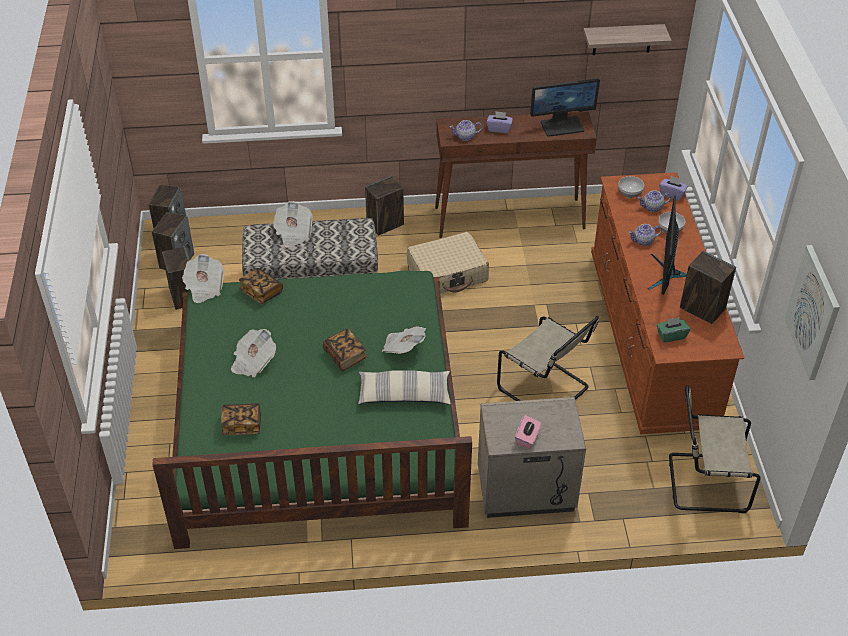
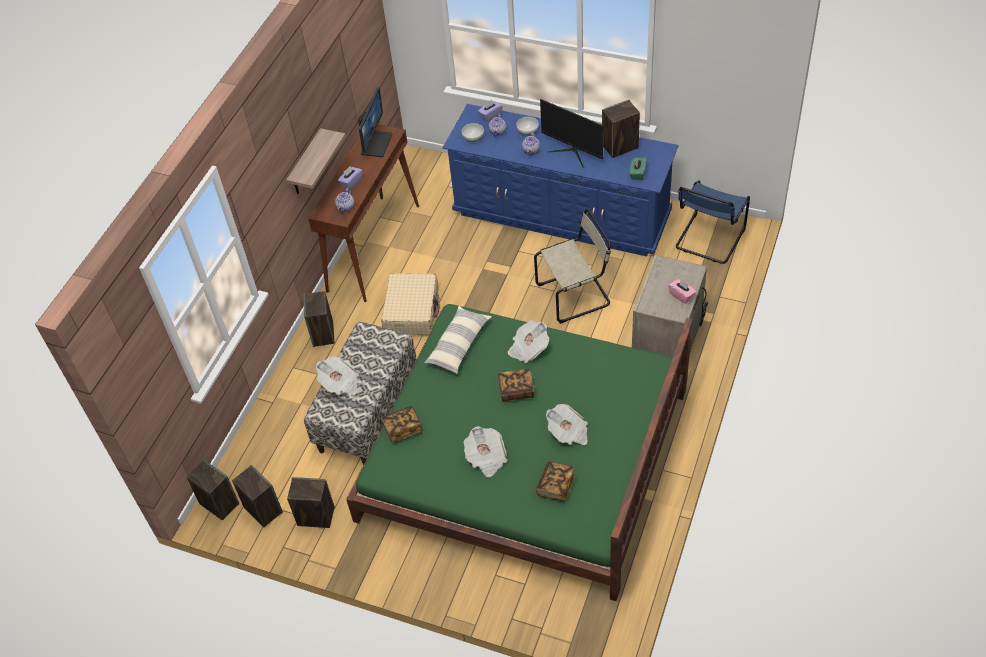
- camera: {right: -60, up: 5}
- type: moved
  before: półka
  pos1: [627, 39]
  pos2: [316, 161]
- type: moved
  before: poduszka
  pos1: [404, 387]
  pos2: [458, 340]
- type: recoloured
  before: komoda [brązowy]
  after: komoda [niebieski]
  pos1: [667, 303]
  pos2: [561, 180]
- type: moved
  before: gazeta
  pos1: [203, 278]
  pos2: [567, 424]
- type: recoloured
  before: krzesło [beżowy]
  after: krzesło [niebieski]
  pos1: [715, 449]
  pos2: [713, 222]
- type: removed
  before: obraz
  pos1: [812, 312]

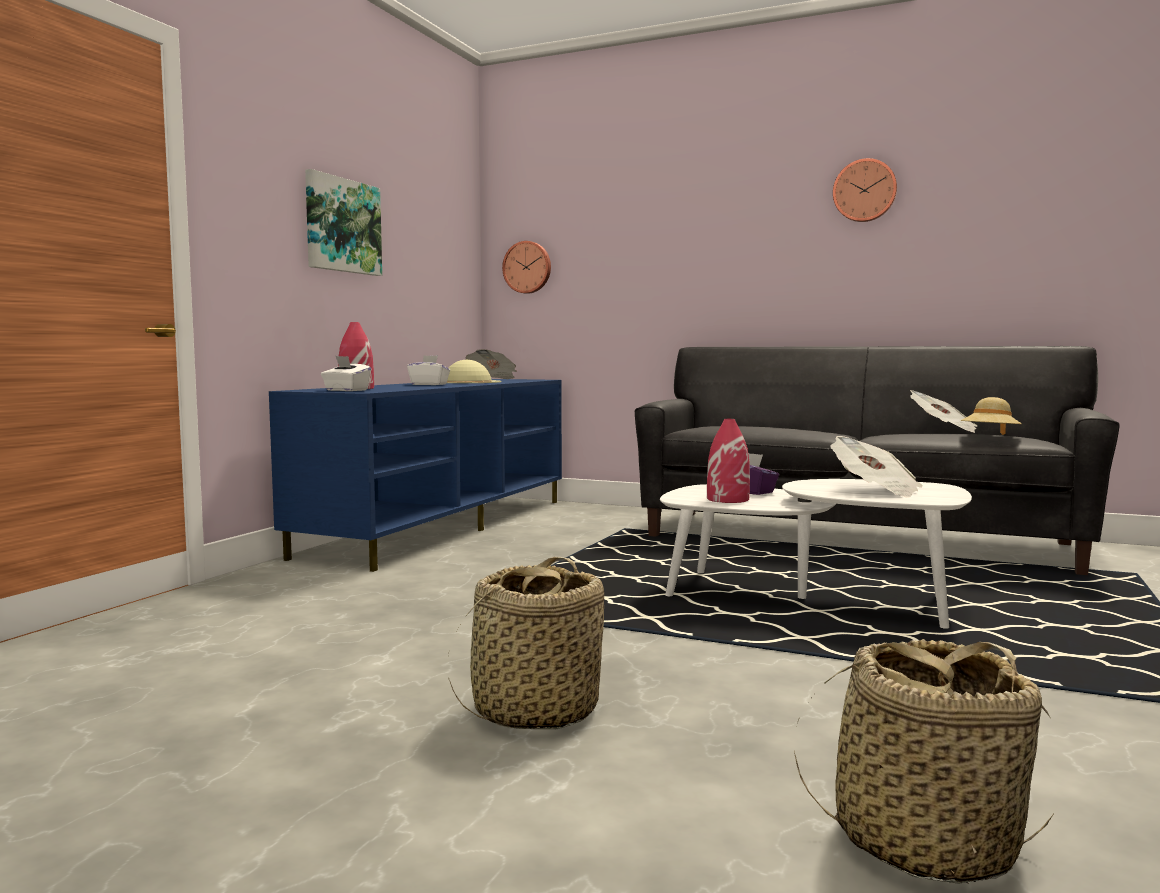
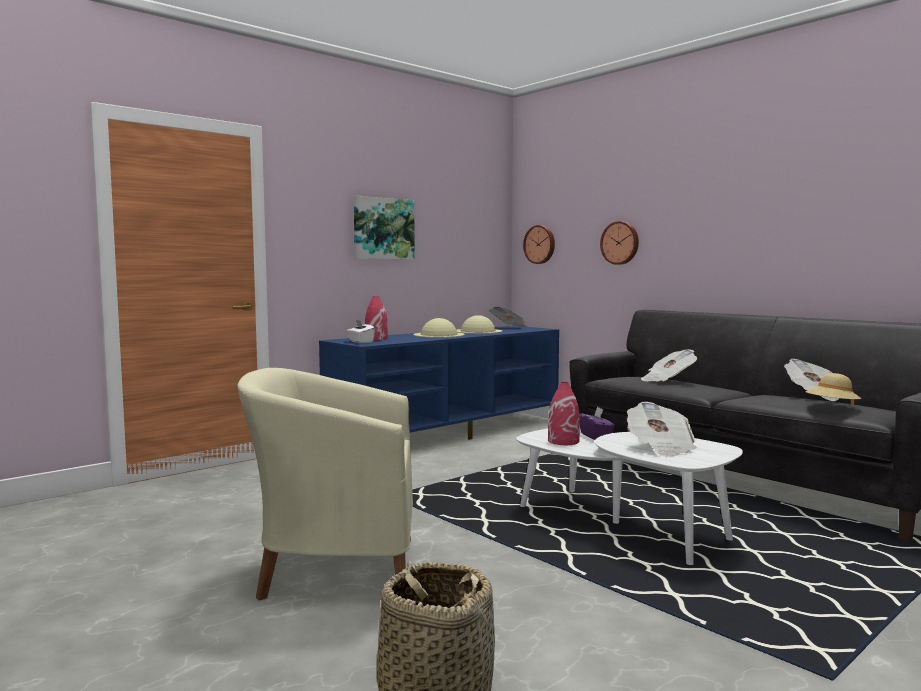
- camera: {right: 25, up: 0}
- type: replaced
  before: koszyk
  after: fotel [beżowy]
  pos1: [526, 643]
  pos2: [325, 484]
- type: replaced
  before: pudełko chusteczek [biały]
  after: kapelusz [beżowy]
  pos1: [428, 370]
  pos2: [439, 328]
- type: moved
  before: zegar ścienny
  pos1: [865, 190]
  pos2: [619, 243]
- type: added
  after: gazeta
  pos2: [669, 365]

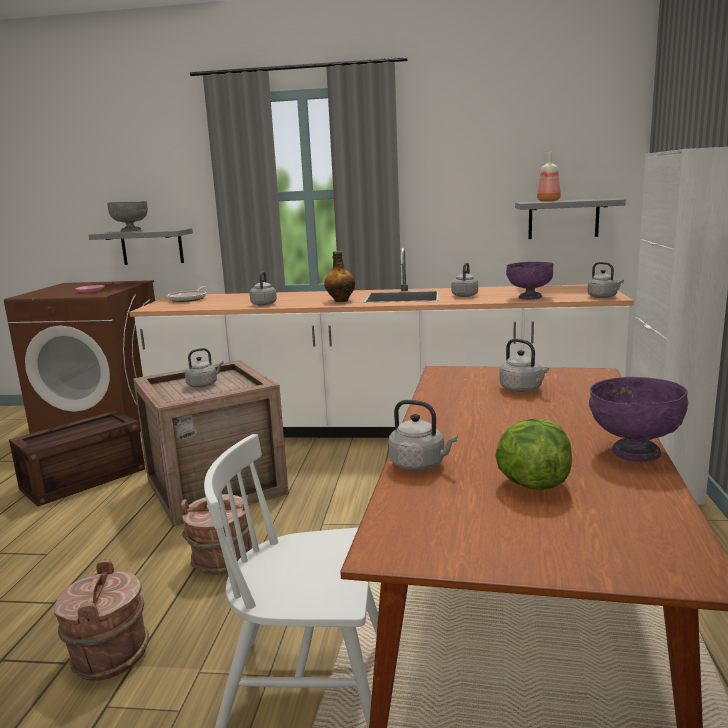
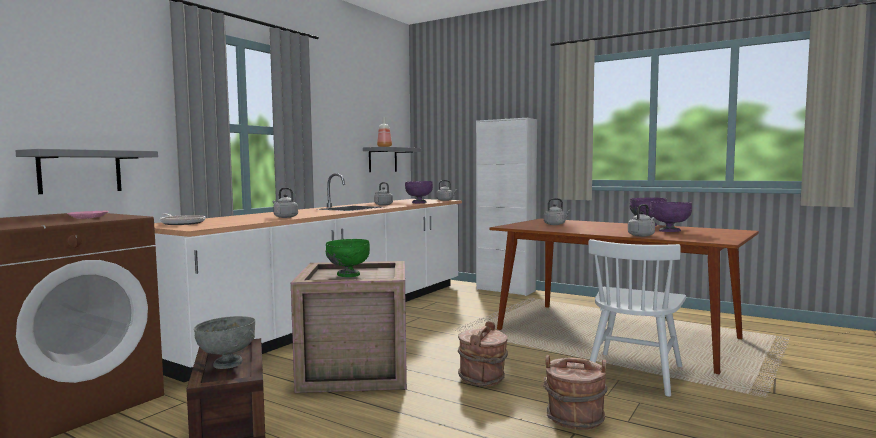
- camera: {right: -65, up: -10}
- type: moved
  before: miska [szary]
  pos1: [127, 216]
  pos2: [224, 342]
- type: replaced
  before: czajnik [szary]
  after: miska [zielony]
  pos1: [204, 368]
  pos2: [347, 258]
- type: replaced
  before: sałata
  after: miska [fioletowy]
  pos1: [533, 454]
  pos2: [671, 216]
- type: removed
  before: butelka
  pos1: [339, 276]

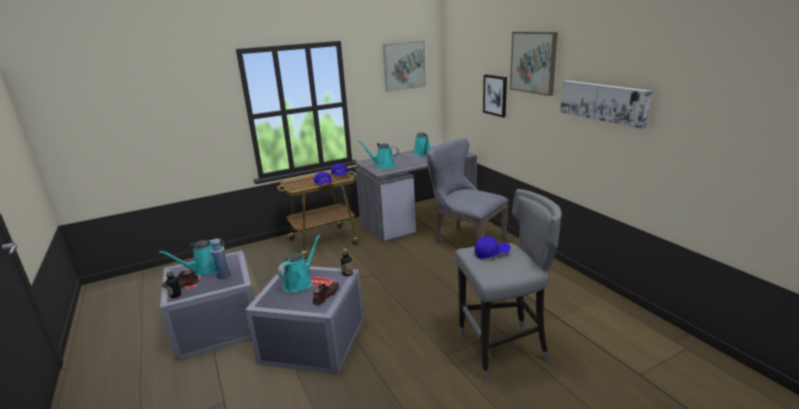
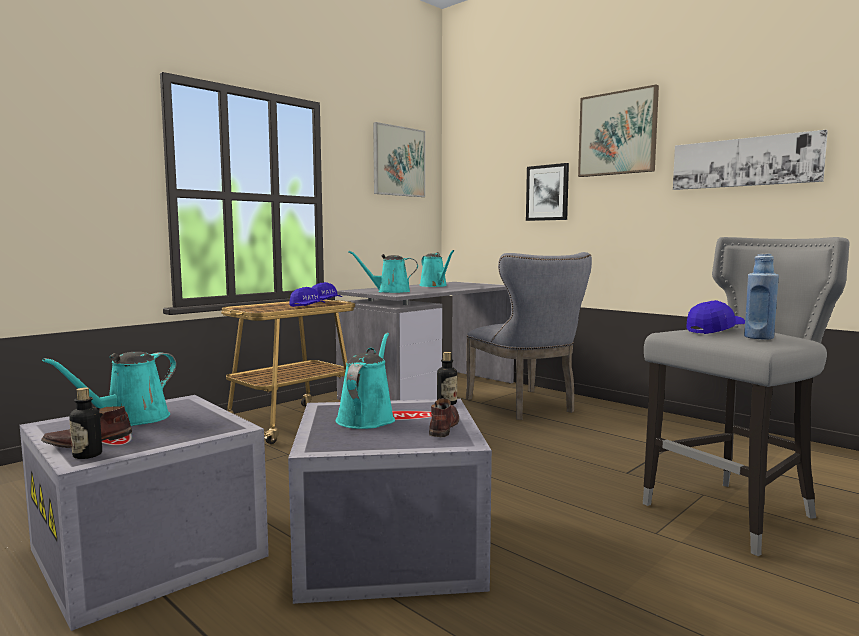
- camera: {right: -20, up: -15}
- type: turned
  before: krzesło [szary]
  pos1: [468, 191]
  pos2: [529, 336]
  turn: -135
- type: moved
  before: butelka [niebieski]
  pos1: [220, 259]
  pos2: [761, 297]

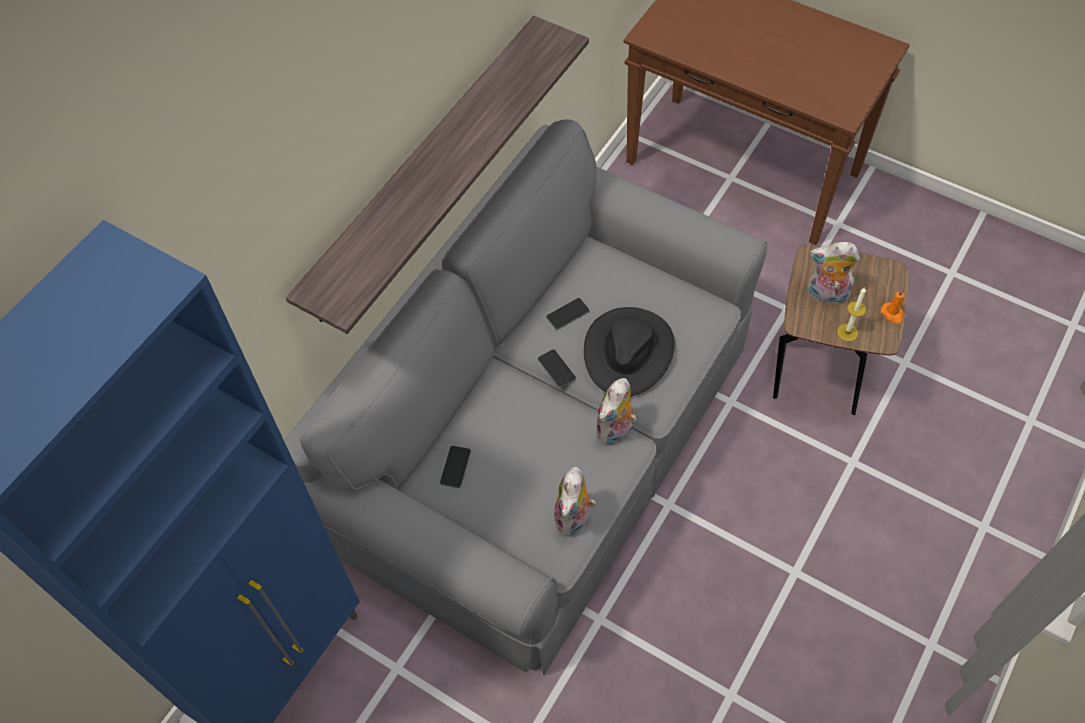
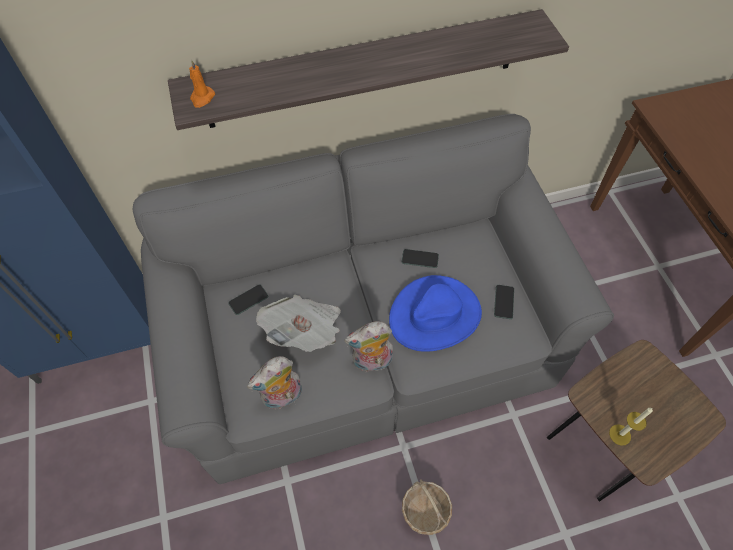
- camera: {right: 40, up: 0}
- type: moved
  before: świeca [pomarańczowy]
  pos1: [893, 306]
  pos2: [202, 84]
- type: added
  after: gazeta
  pos2: [298, 323]
- type: recoloured
  before: kapelusz [czarny]
  after: kapelusz [niebieski]
  pos1: [629, 351]
  pos2: [435, 313]
- type: added
  after: koszyk
  pos2: [427, 507]
- type: moved
  before: telefon
  pos1: [557, 368]
  pos2: [504, 302]
- type: removed
  before: pluszak
  pos1: [833, 273]

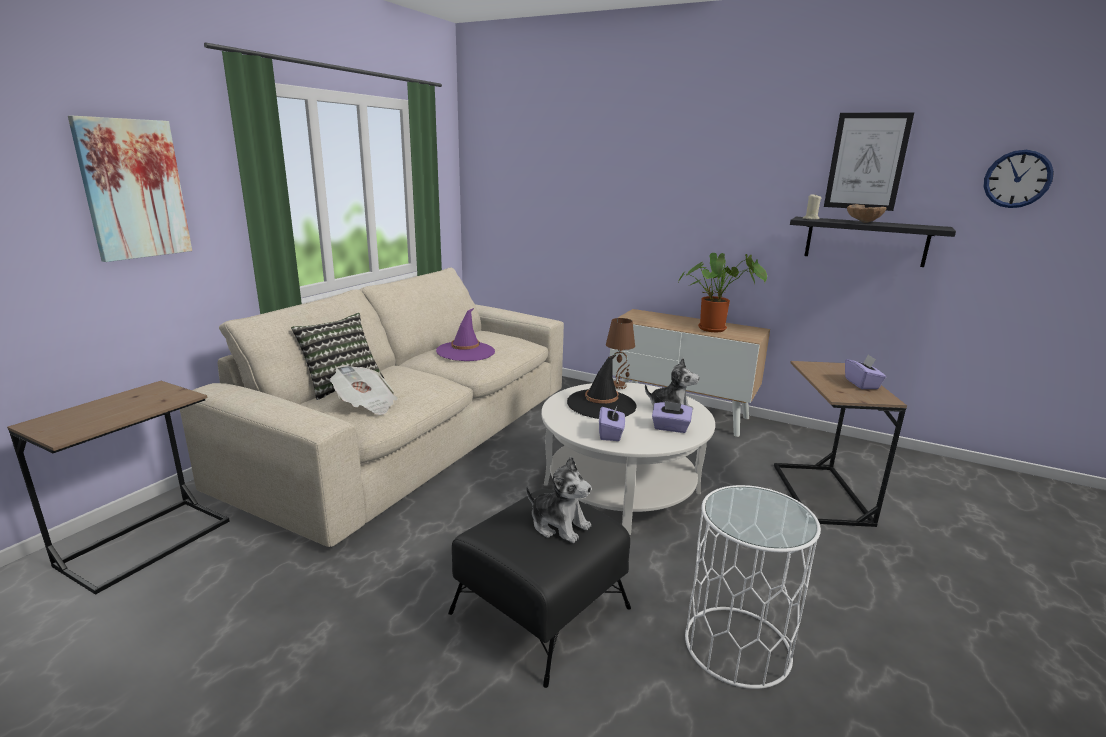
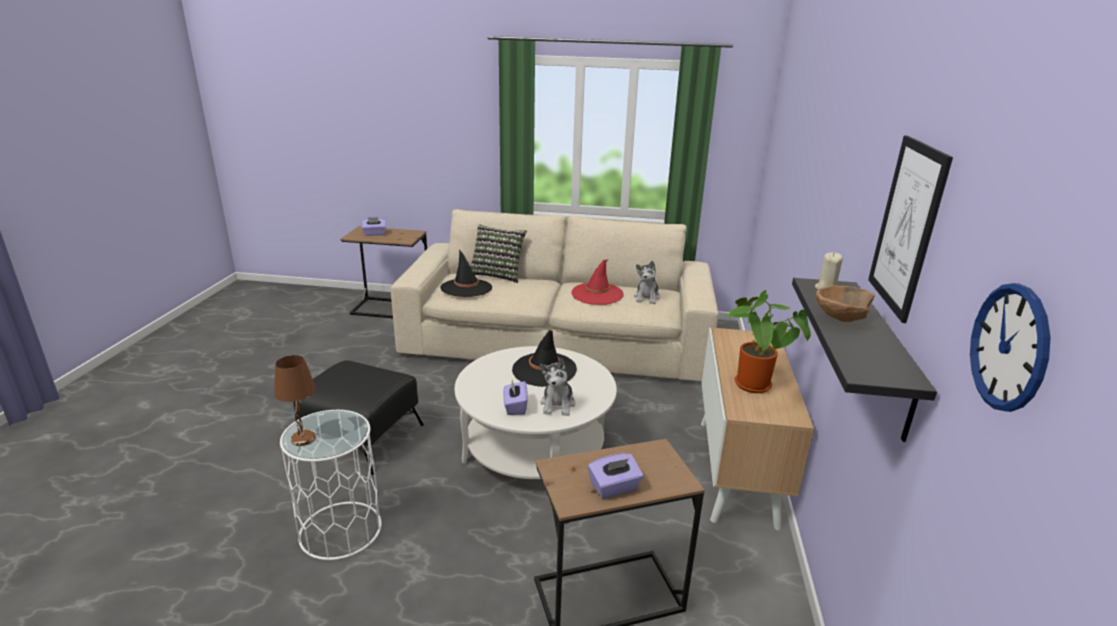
- camera: {right: 70, up: 5}
- type: moved
  before: lampa stołowa [brązowy]
  pos1: [620, 353]
  pos2: [295, 400]
- type: moved
  before: pudełko chusteczek [fioletowy]
  pos1: [612, 422]
  pos2: [374, 226]
- type: replaced
  before: gazeta
  after: kapelusz [czarny]
  pos1: [364, 390]
  pos2: [466, 273]
- type: recoloured
  before: kapelusz [fioletowy]
  after: kapelusz [czerwony]
  pos1: [465, 334]
  pos2: [597, 282]
- type: moved
  before: pluszak
  pos1: [559, 500]
  pos2: [647, 282]
- type: removed
  before: obraz
  pos1: [130, 189]

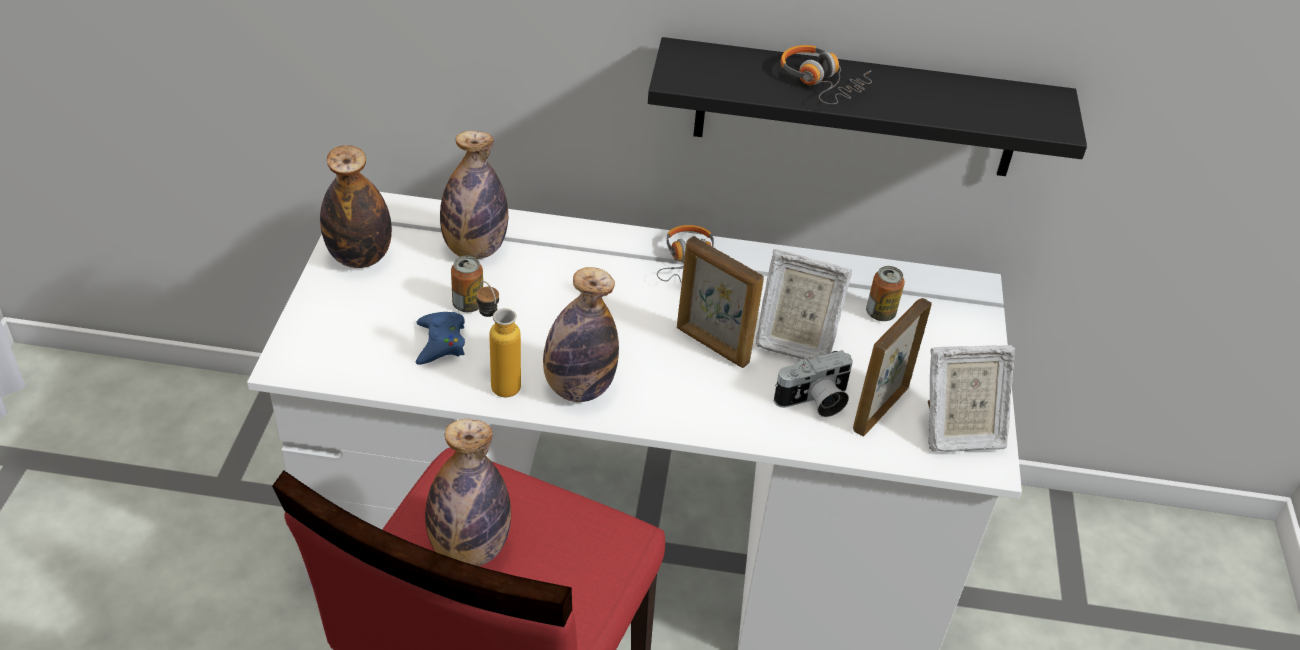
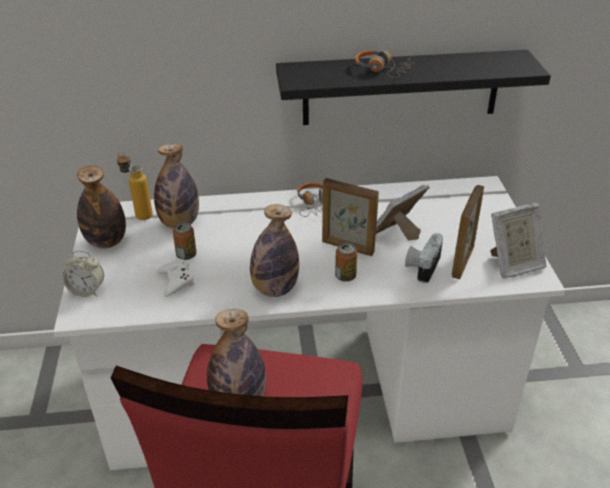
- camera: {right: -10, up: -5}
- type: added
  after: budzik
  pos2: [83, 274]
- type: moved
  before: butelka
  pos1: [498, 339]
  pos2: [135, 185]
- type: recoloured
  before: pad do gier [niebieski]
  after: pad do gier [biały]
  pos1: [440, 338]
  pos2: [176, 278]
- type: moved
  before: puszka
  pos1: [885, 293]
  pos2: [346, 262]
- type: turned
  before: ramka na zdjęcie
  pos1: [804, 304]
  pos2: [403, 212]
  turn: 135
- type: turned
  before: aparat fotograficzny
  pos1: [813, 383]
  pos2: [424, 258]
  turn: 150

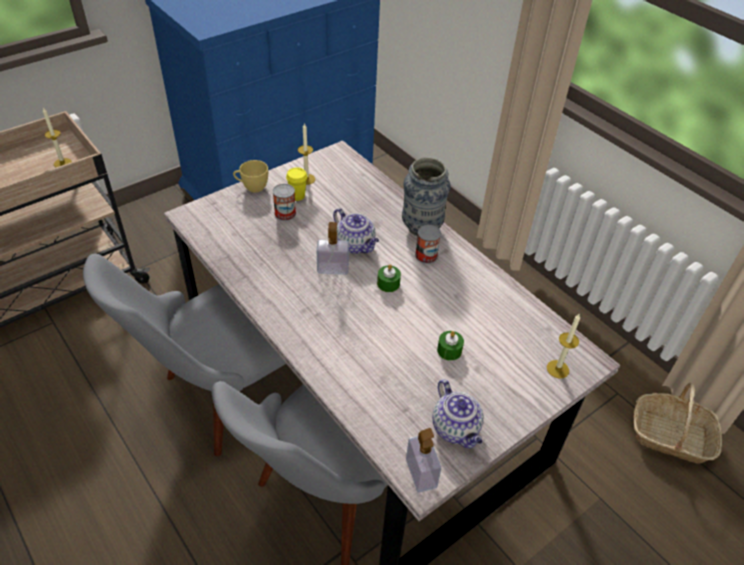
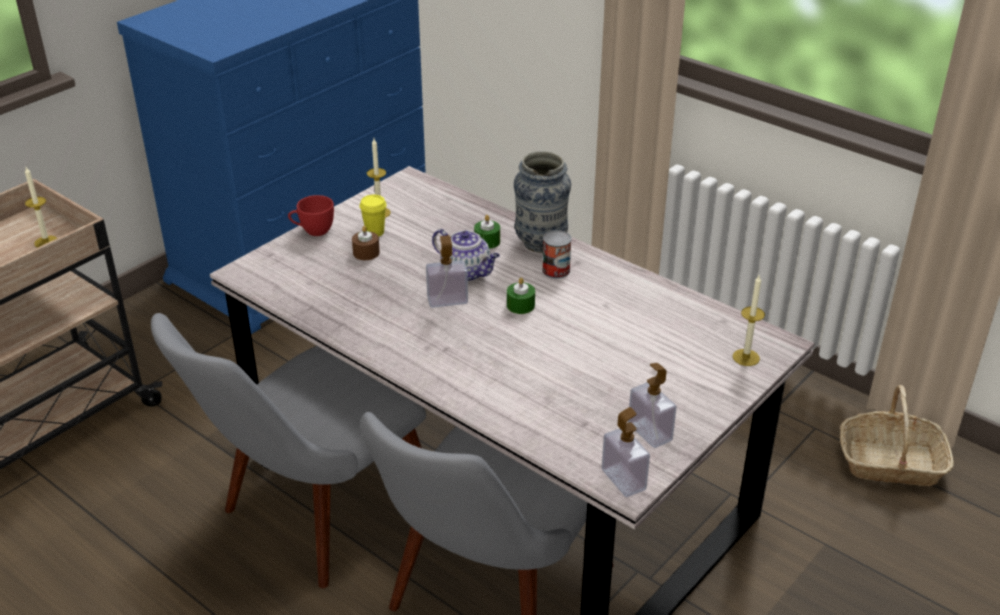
- camera: {right: -10, up: -10}
- type: recoloured
  before: filiżanka [żółty]
  after: filiżanka [czerwony]
  pos1: [250, 176]
  pos2: [311, 215]
- type: replaced
  before: puszka
  after: świeca [brązowy]
  pos1: [284, 202]
  pos2: [366, 243]
- type: moved
  before: świeca [zielony]
  pos1: [450, 346]
  pos2: [487, 232]
- type: replaced
  before: imbryk
  after: dozownik mydła
  pos1: [458, 414]
  pos2: [652, 405]

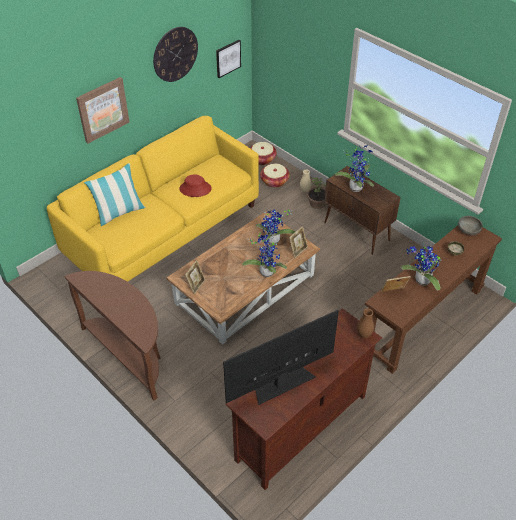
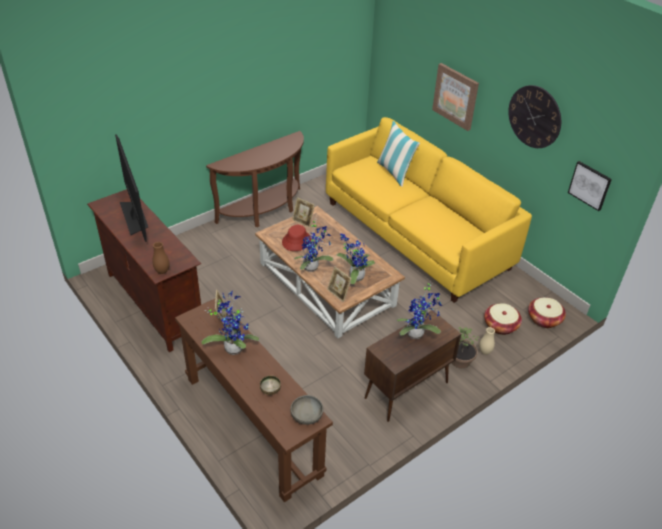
- camera: {right: 95, up: -5}
- type: moved
  before: kapelusz [czerwony]
  pos1: [195, 186]
  pos2: [296, 238]

